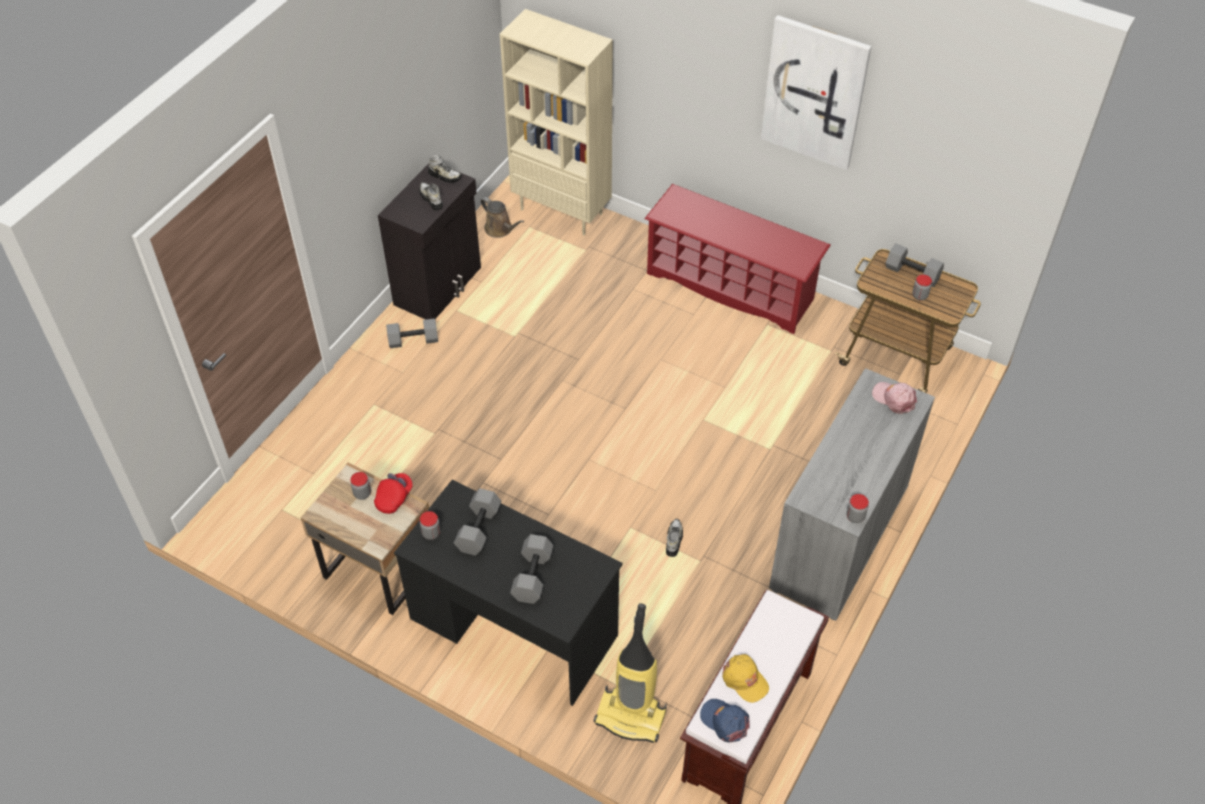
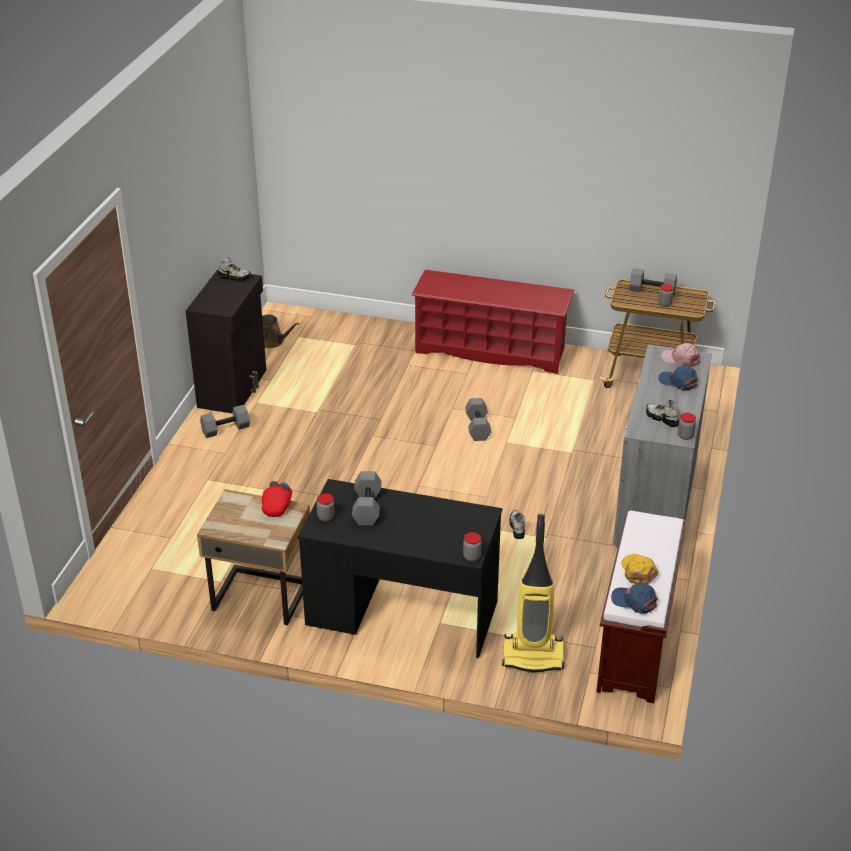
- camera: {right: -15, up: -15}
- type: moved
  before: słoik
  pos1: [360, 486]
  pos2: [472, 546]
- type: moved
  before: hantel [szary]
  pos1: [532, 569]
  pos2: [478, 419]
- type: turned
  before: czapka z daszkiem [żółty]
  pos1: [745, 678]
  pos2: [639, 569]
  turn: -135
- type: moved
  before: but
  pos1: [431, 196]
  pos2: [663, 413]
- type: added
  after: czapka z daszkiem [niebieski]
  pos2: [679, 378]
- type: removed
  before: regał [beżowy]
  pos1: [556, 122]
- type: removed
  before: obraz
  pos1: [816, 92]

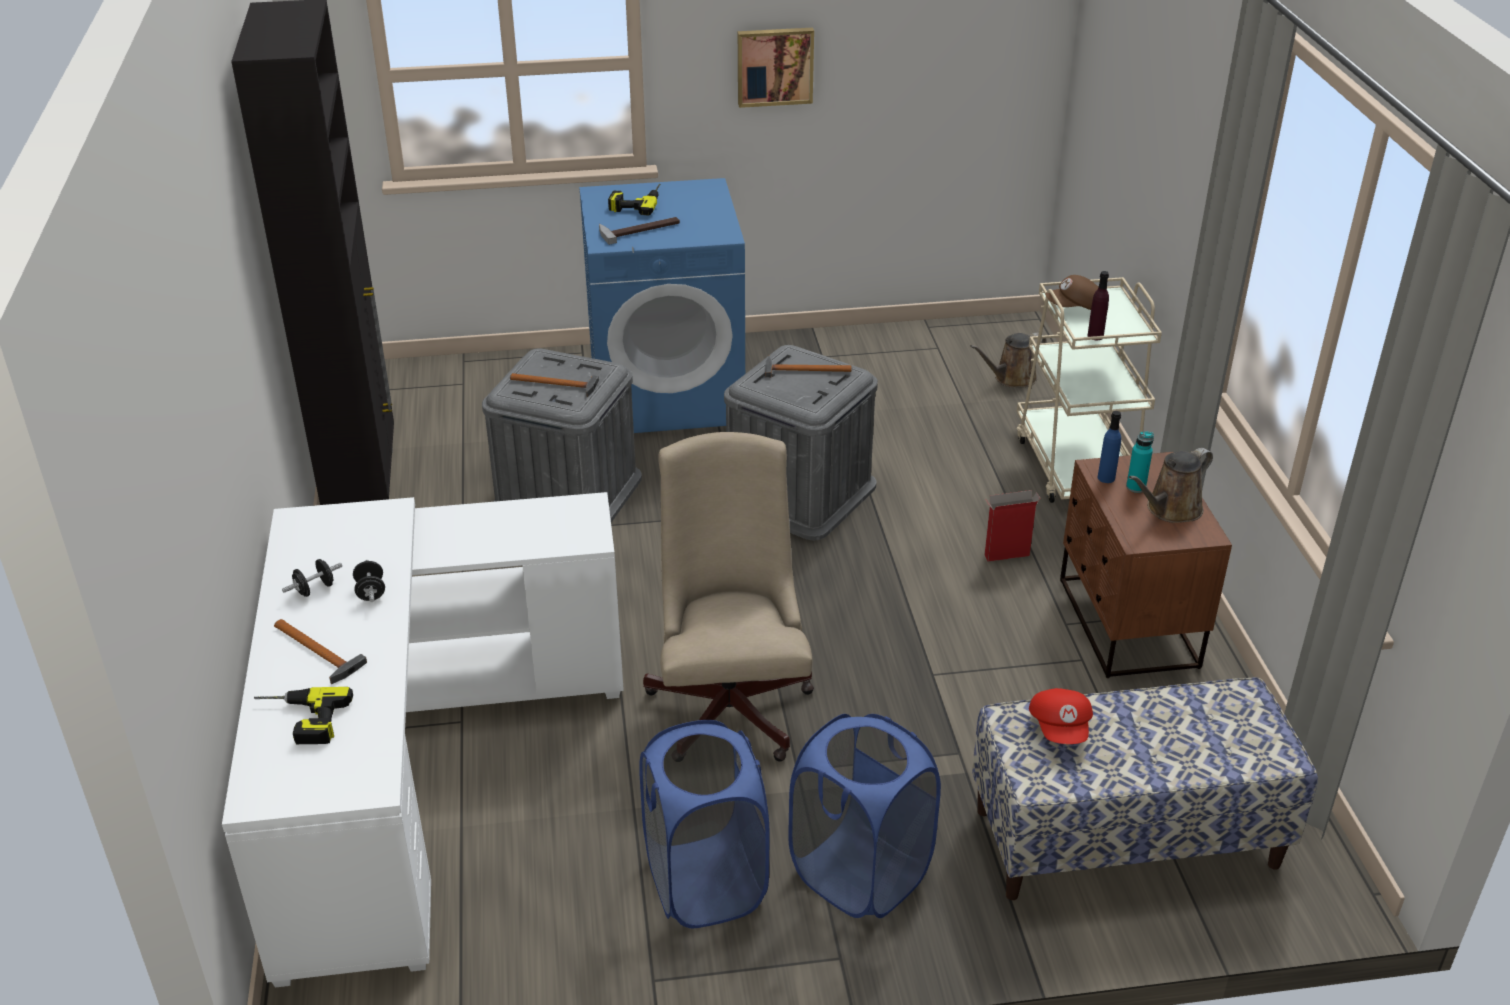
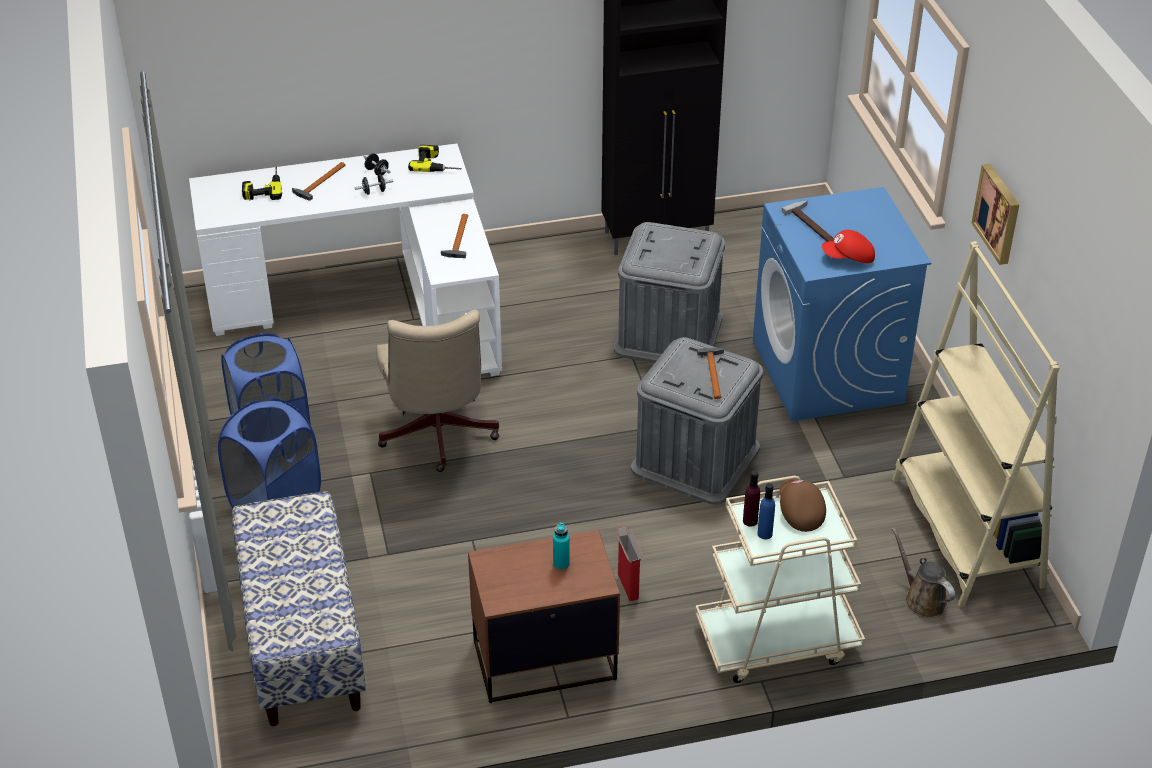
- camera: {right: 85, up: 5}
- type: turned
  before: krzesło biurowe [beżowy]
  pos1: [728, 597]
  pos2: [438, 391]
  turn: 90
- type: moved
  before: wiertarka
  pos1: [634, 199]
  pos2: [435, 158]
- type: moved
  before: młotek
  pos1: [554, 385]
  pos2: [454, 236]
- type: moved
  before: butelka [niebieski]
  pos1: [1109, 447]
  pos2: [766, 511]
- type: moved
  before: czapka z daszkiem [czerwony]
  pos1: [1061, 716]
  pos2: [848, 246]
- type: added
  after: regał [beżowy]
  pos2: [976, 424]
- type: removed
  before: konewka [brązowy]
  pos1: [1171, 485]

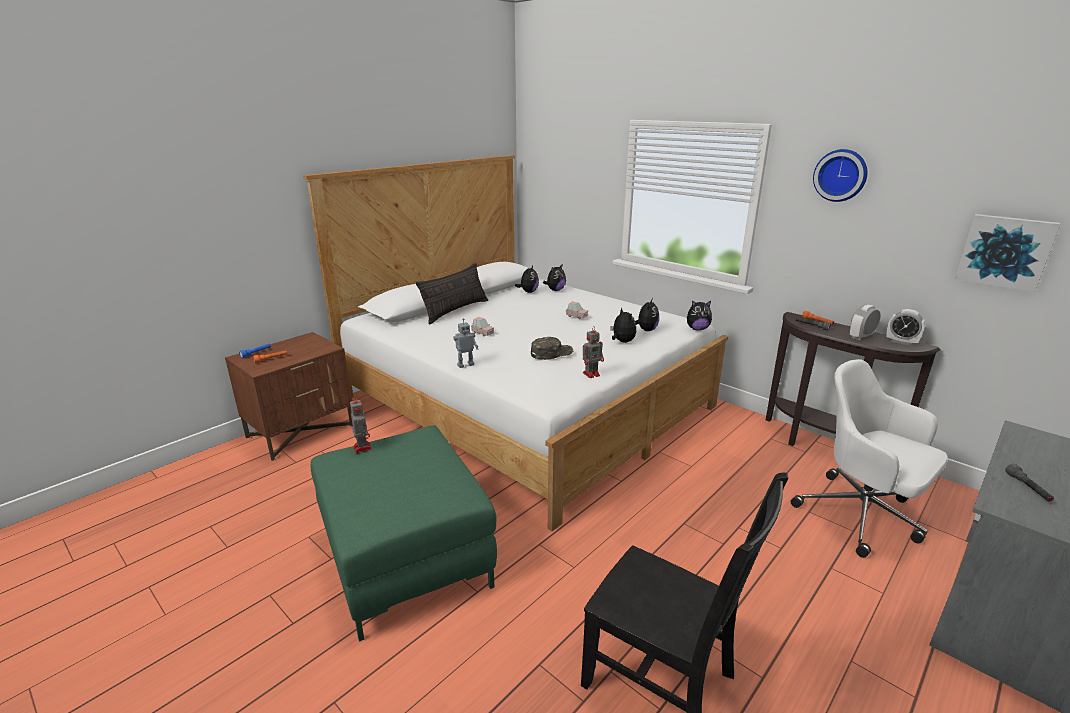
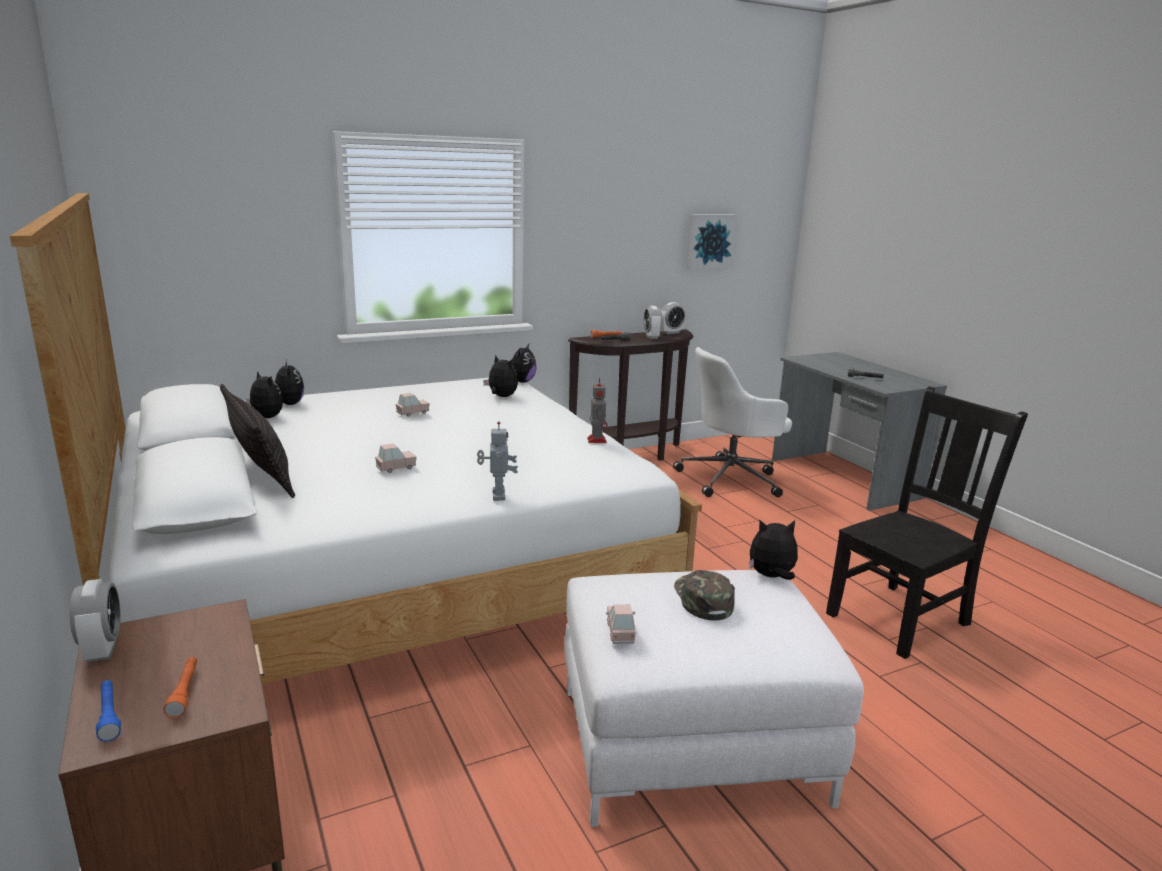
- camera: {right: -70, up: -5}
- type: added
  after: budzik
  pos2: [95, 620]
- type: recoloured
  before: pufa [zielony]
  after: pufa [biały]
  pos1: [404, 533]
  pos2: [714, 698]
- type: replaced
  before: robot zabawkowy
  after: samochodzik [różowy]
  pos1: [361, 425]
  pos2: [621, 624]
- type: moved
  before: czapka z daszkiem [zielony]
  pos1: [552, 348]
  pos2: [704, 595]
- type: moved
  before: pluszak
  pos1: [623, 325]
  pos2: [773, 550]
- type: removed
  before: zegar ścienny
  pos1: [840, 175]

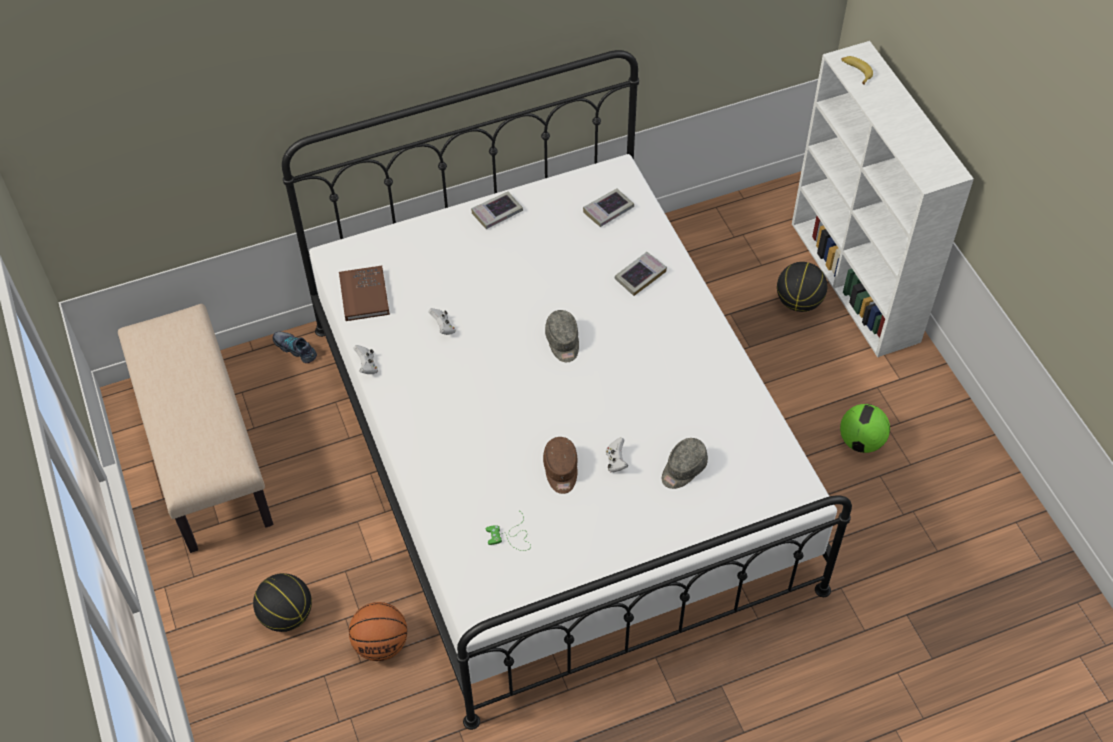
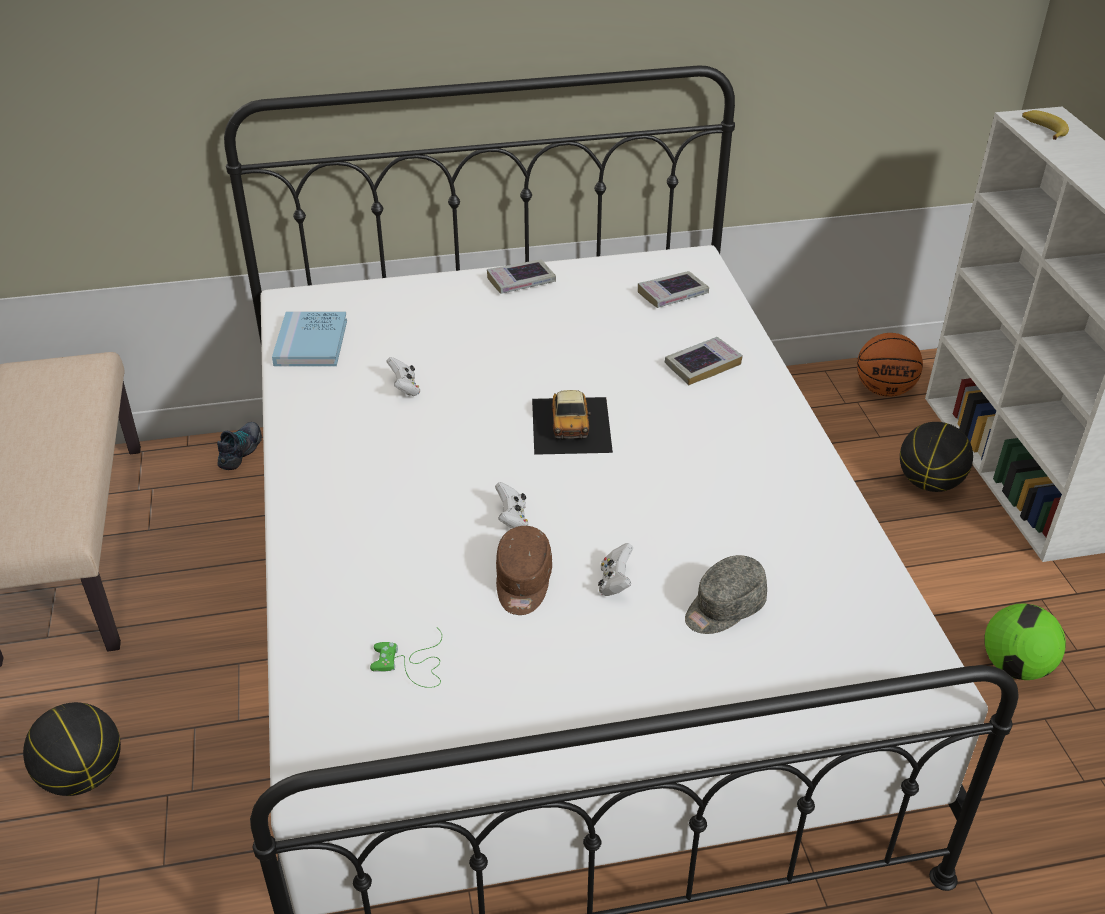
- camera: {right: 10, up: -15}
- type: turned
  before: but
  pos1: [295, 347]
  pos2: [239, 446]
  turn: 60
- type: recoloured
  before: książka [brązowy]
  after: książka [niebieski]
  pos1: [364, 293]
  pos2: [309, 338]
- type: moved
  before: pad do gier [biały]
  pos1: [365, 359]
  pos2: [511, 505]
- type: replaced
  before: czapka z daszkiem [szary]
  after: samochodzik
  pos1: [562, 336]
  pos2: [572, 422]
- type: moved
  before: piłka do koszykówki
  pos1: [378, 631]
  pos2: [890, 365]

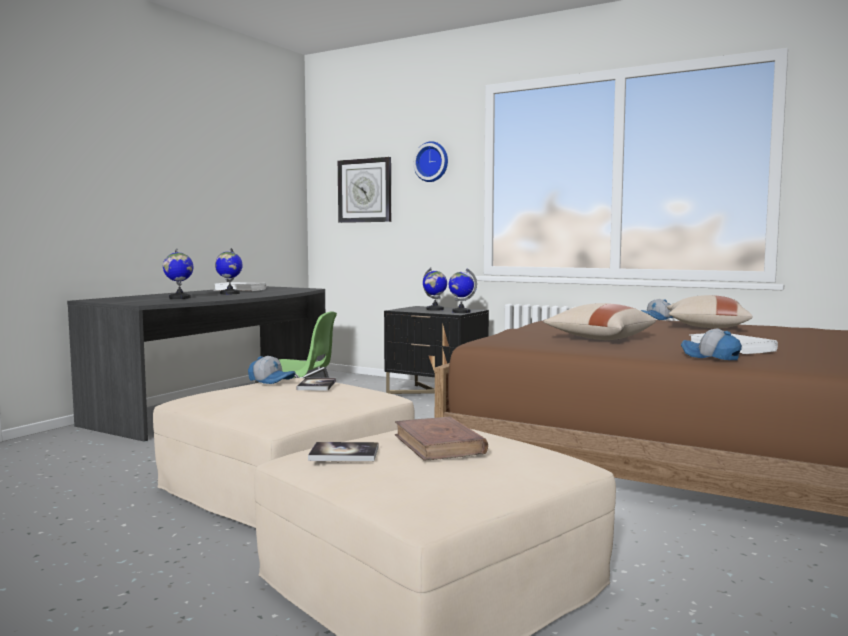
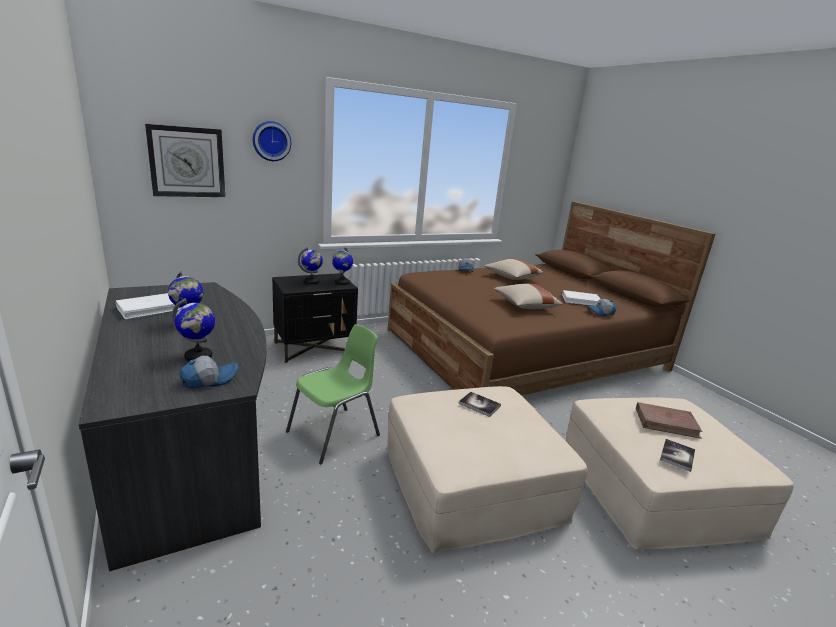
- camera: {right: -60, up: 15}
- type: moved
  before: czapka z daszkiem
  pos1: [272, 370]
  pos2: [208, 372]

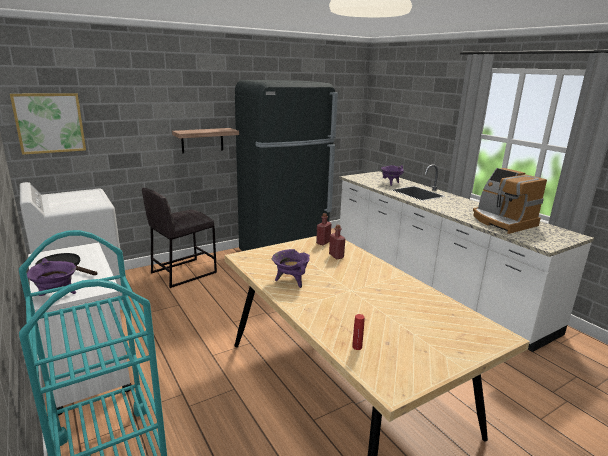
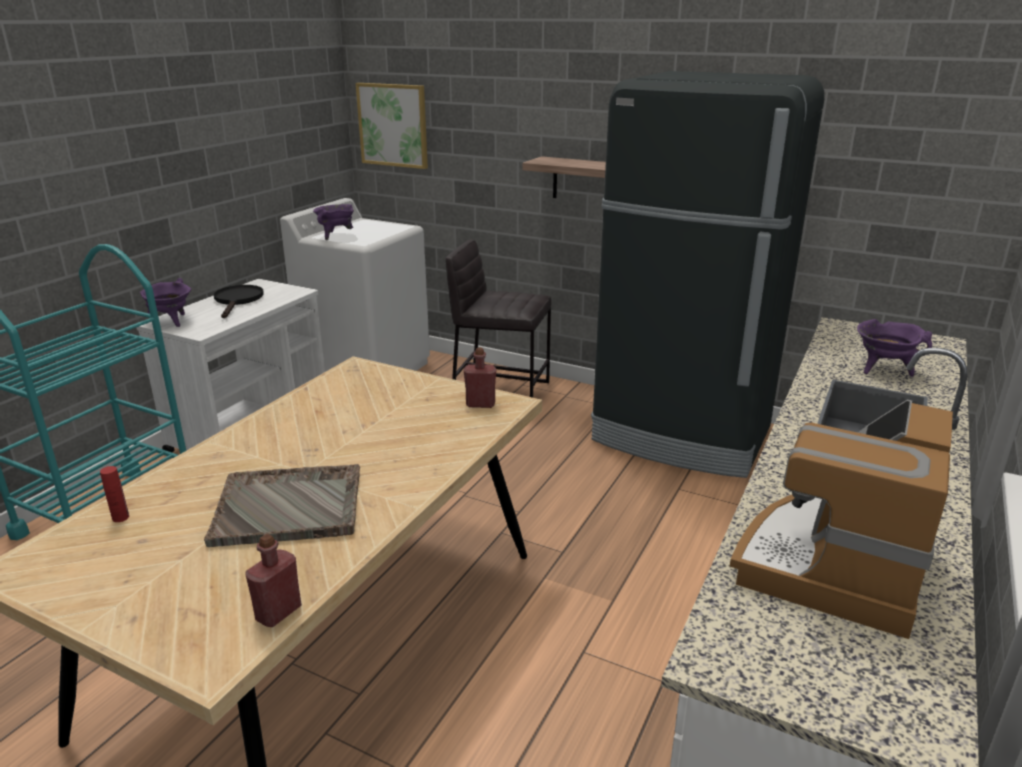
- camera: {right: 60, up: 5}
- type: added
  after: taca [szary]
  pos2: [282, 505]
- type: moved
  before: butelka [czerwony]
  pos1: [337, 242]
  pos2: [273, 580]
- type: moved
  before: garnek [fioletowy]
  pos1: [291, 268]
  pos2: [333, 222]

